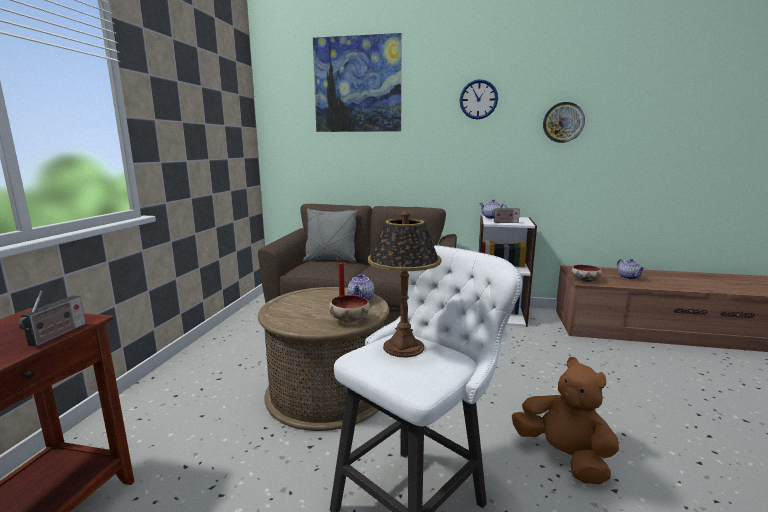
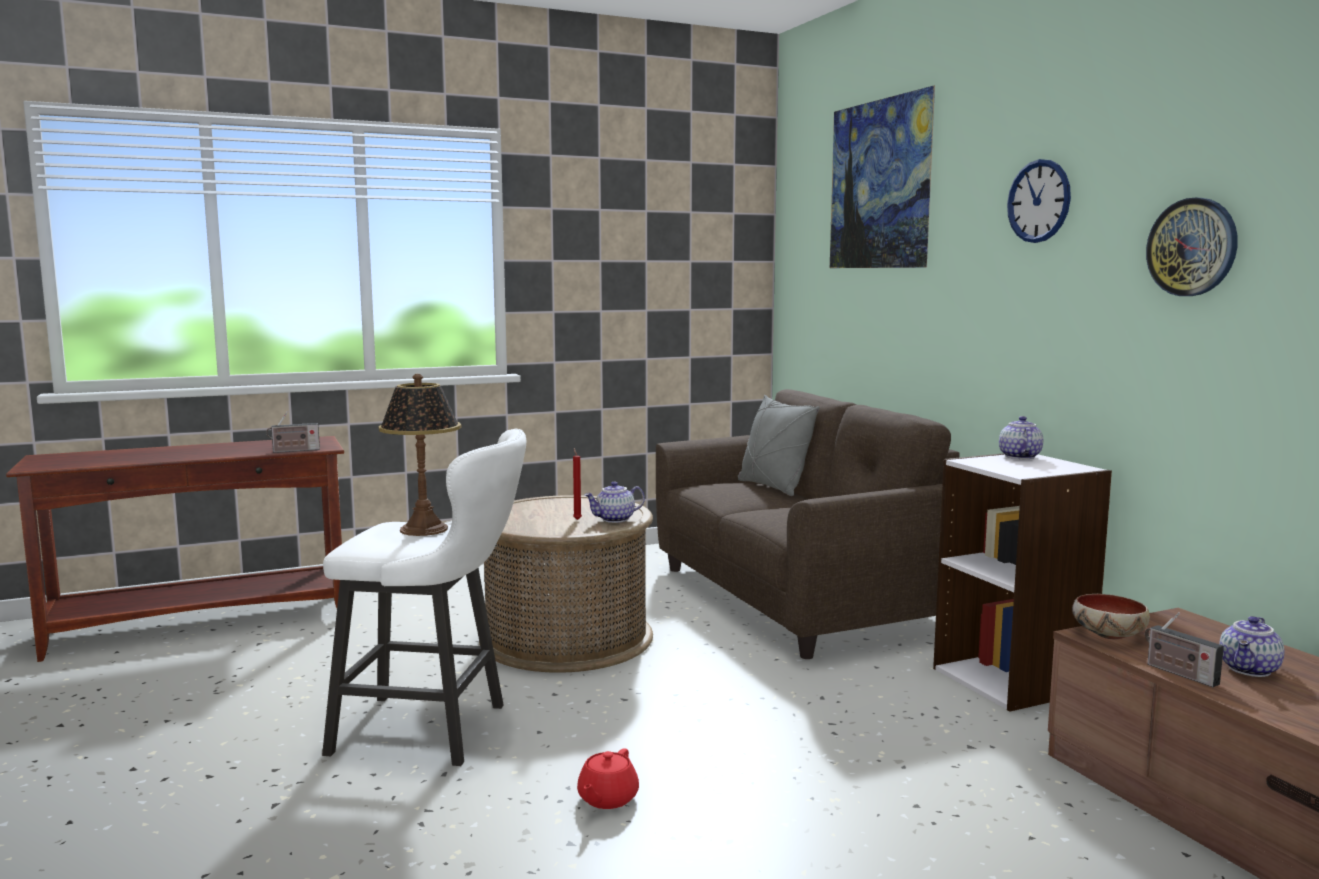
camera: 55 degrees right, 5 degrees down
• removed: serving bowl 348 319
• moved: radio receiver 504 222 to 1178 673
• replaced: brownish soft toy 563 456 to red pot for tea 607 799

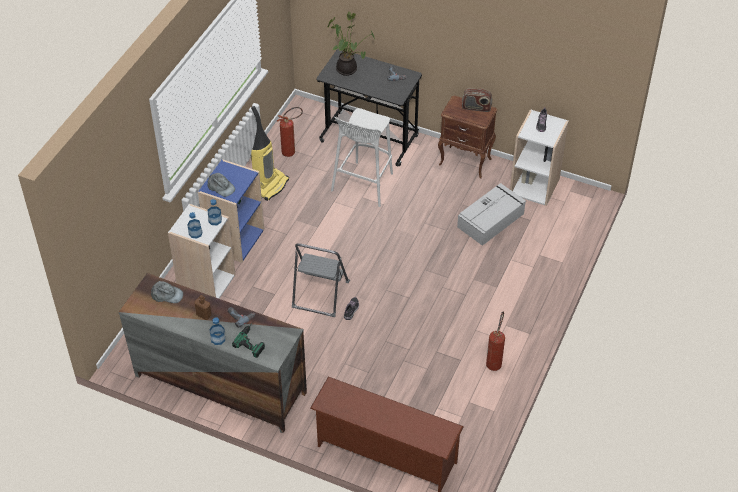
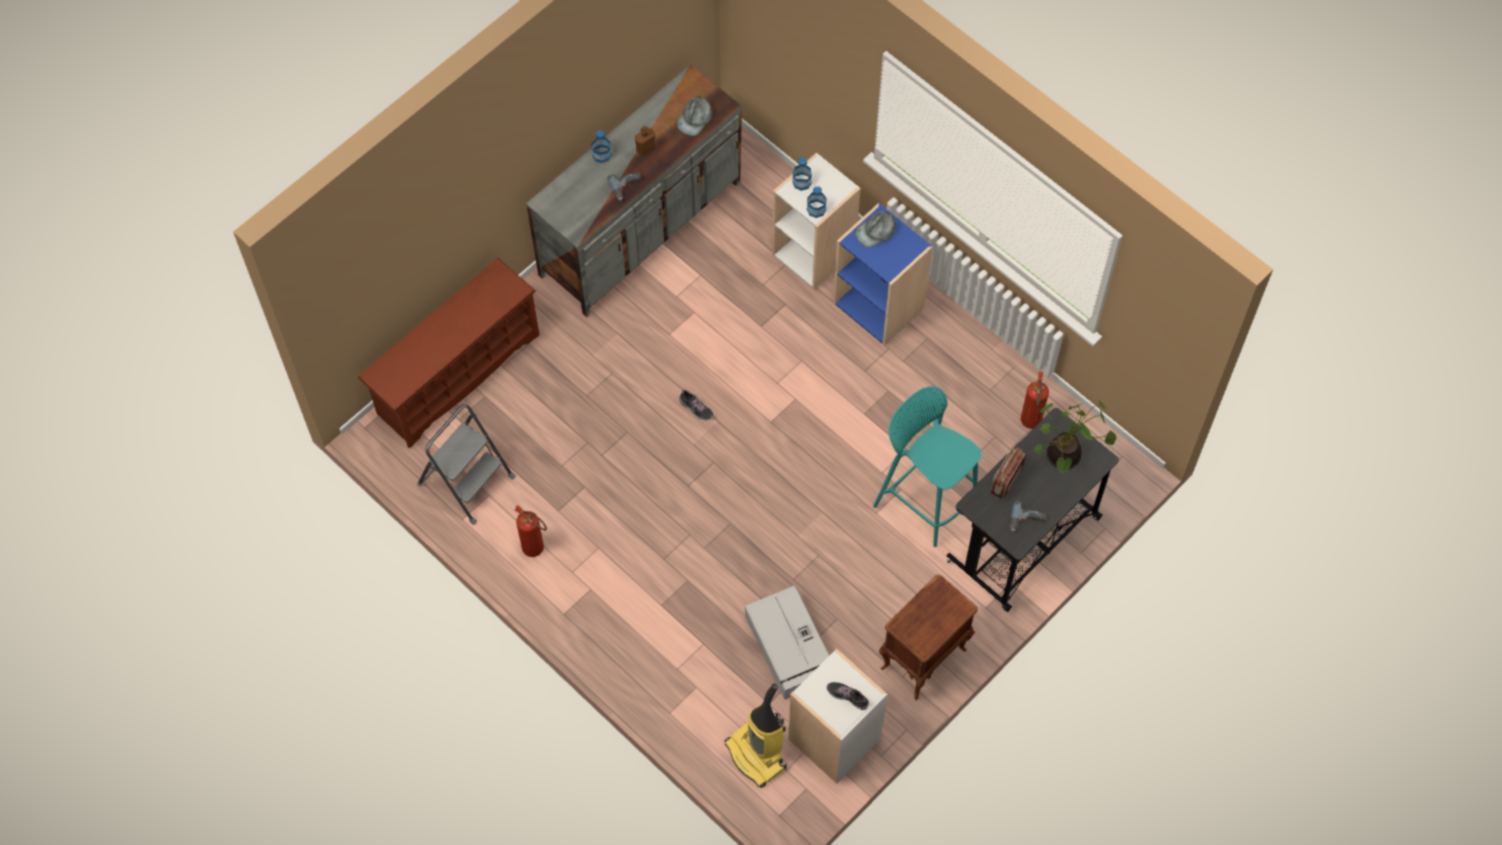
camera: 110 degrees right, 15 degrees up
• removed: drill 253 340
• moved: vacuum cleaner 270 185 to 757 755
• moved: grey step ladder 319 295 to 463 478
• moved: radio receiver 476 107 to 1006 479
• recoloured: white stool 364 184 to turquoise-coloured stool 926 500

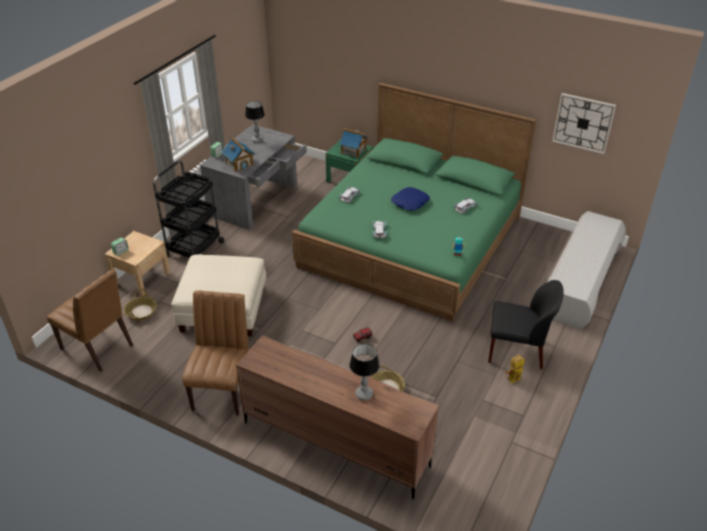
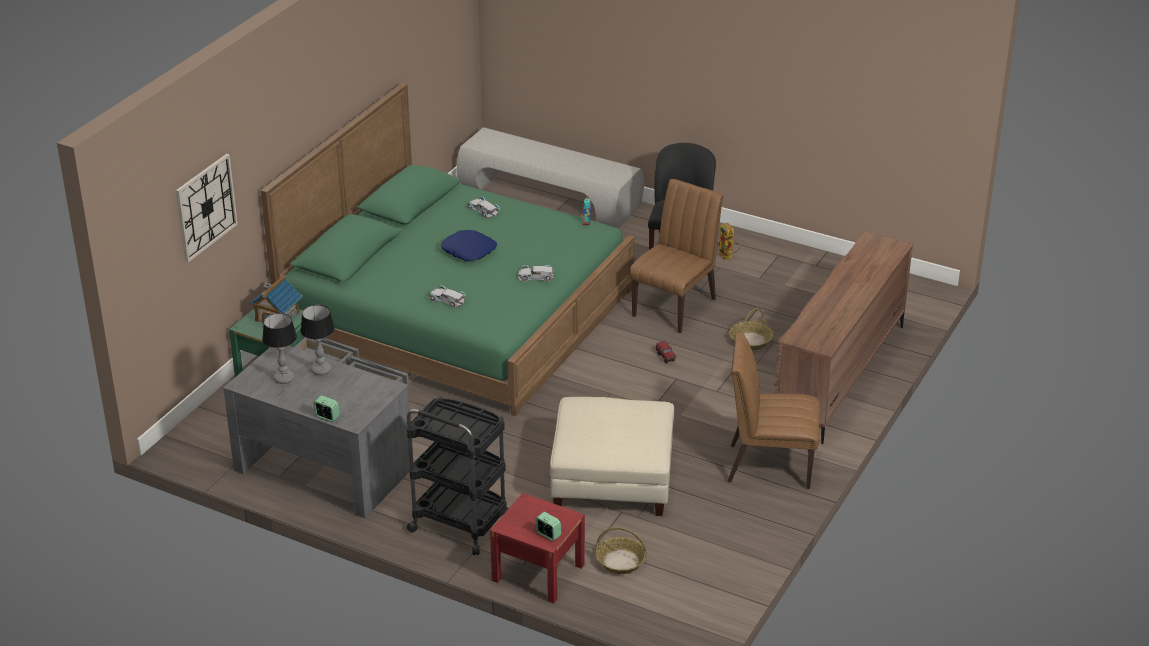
camera: 90 degrees left, 5 degrees down
• removed: toy house 239 164
• moved: brownish chair 96 347 to 674 308
• moved: tabletop lamp 363 394 to 321 370
• moved: hanging clock 583 123 to 206 207
• recoloured: beige-coloured nightstand 141 278 to red nightstand 538 572

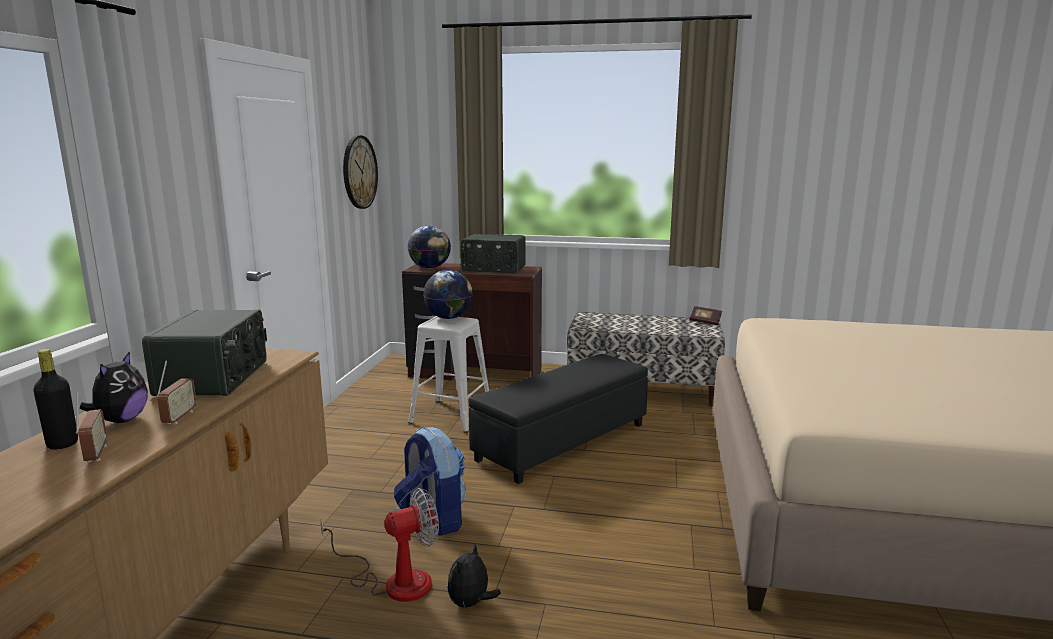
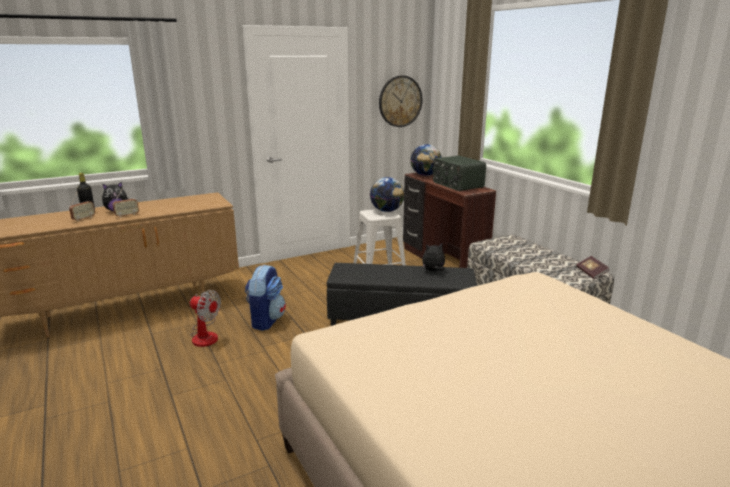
camera: 50 degrees right, 5 degrees up
• removed: radio receiver 215 378
• moved: soft toy 471 603 to 433 271

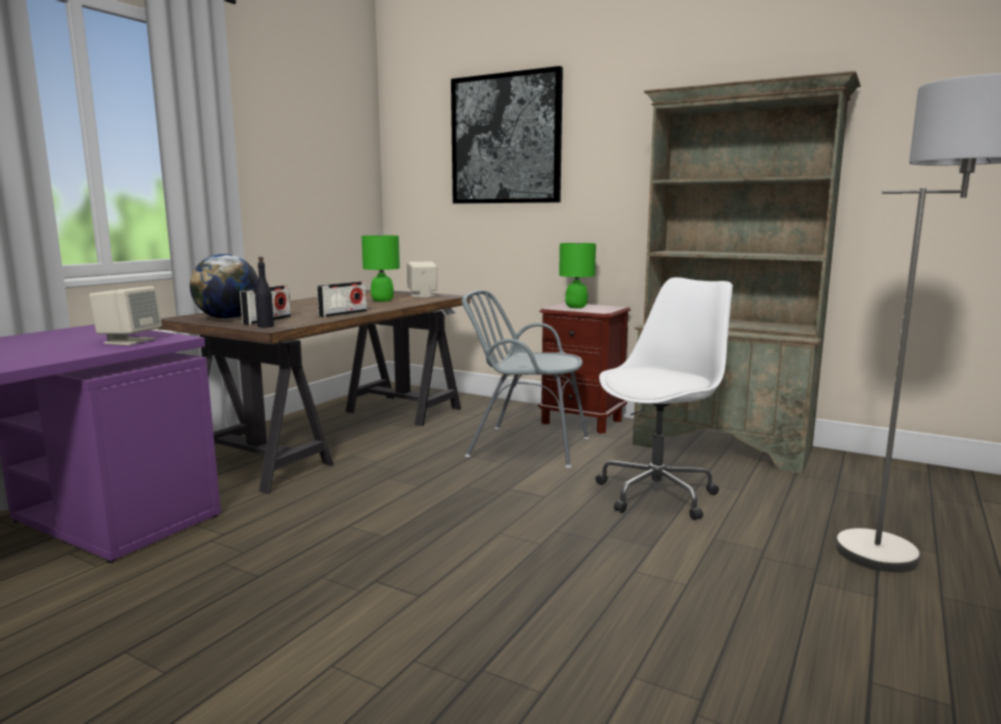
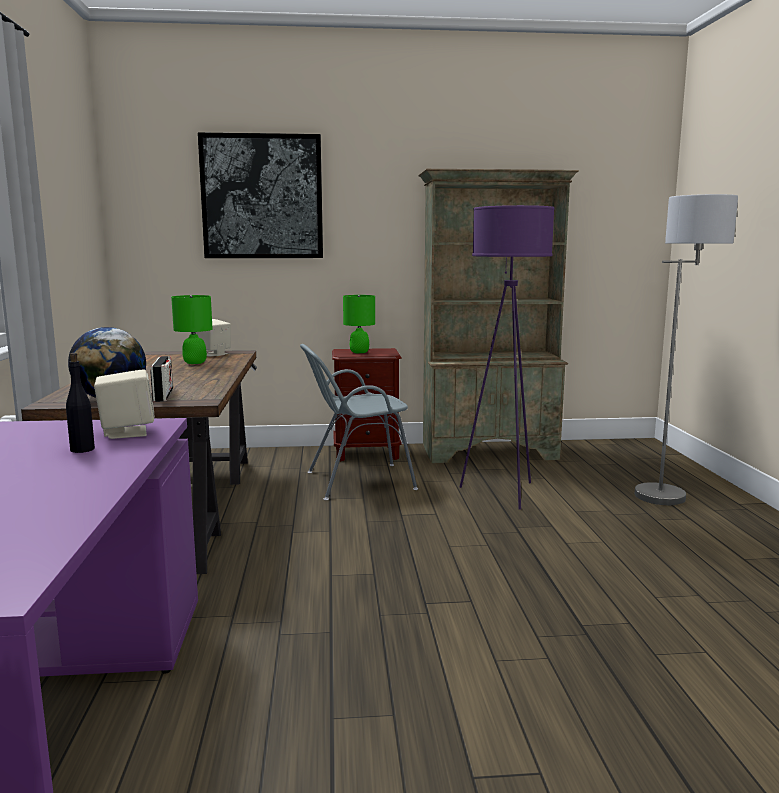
camera: 35 degrees left, 0 degrees up
• removed: radio receiver 343 314
• moved: black bottle 266 326 to 82 449
• replaced: white computer chair 658 494 to purplish standard lamp 503 493

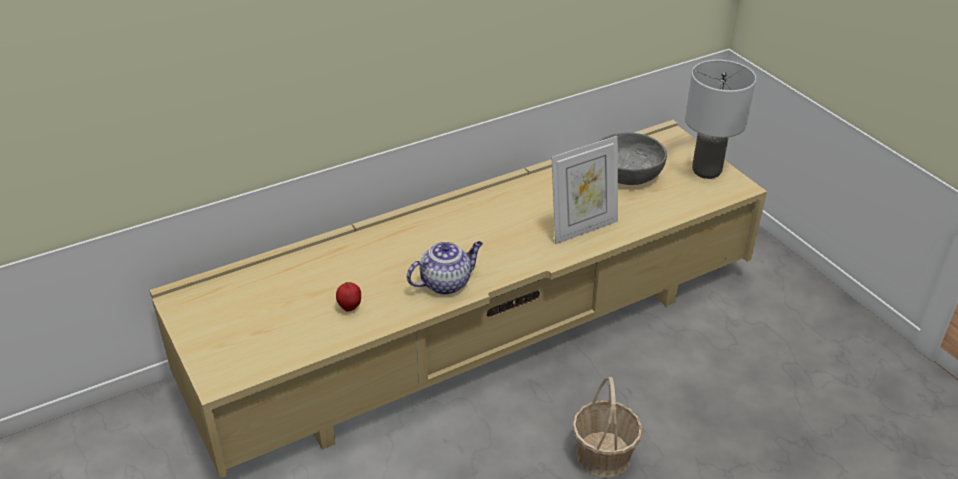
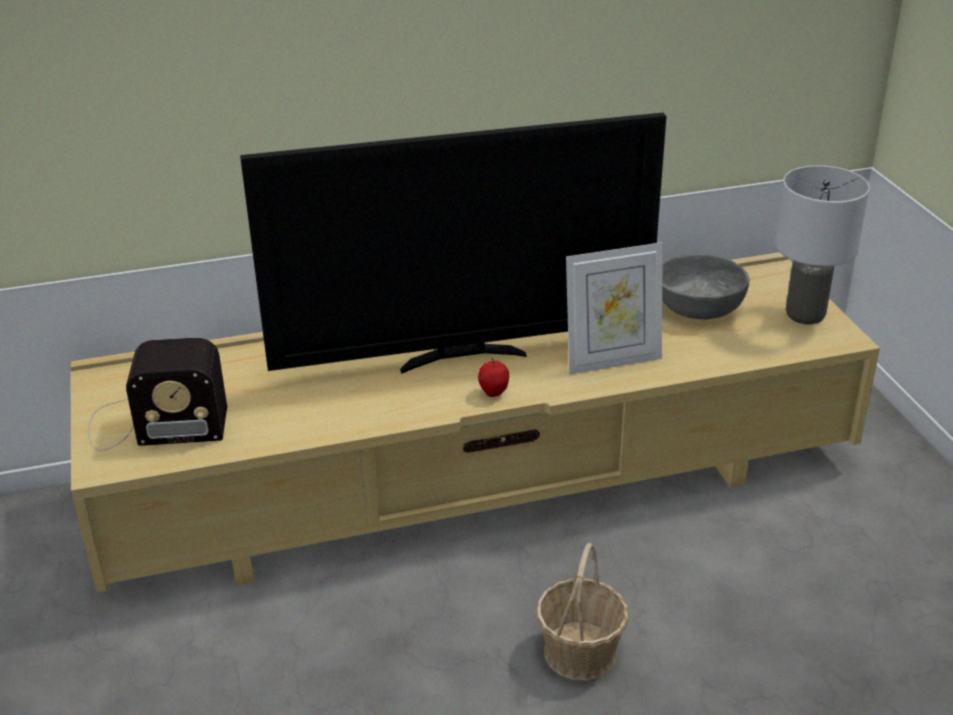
camera: 15 degrees right, 5 degrees down
• removed: pot for tea 446 282
• added: radio receiver 152 424
• added: TV 462 356
• moved: whole apple 349 308 to 493 394

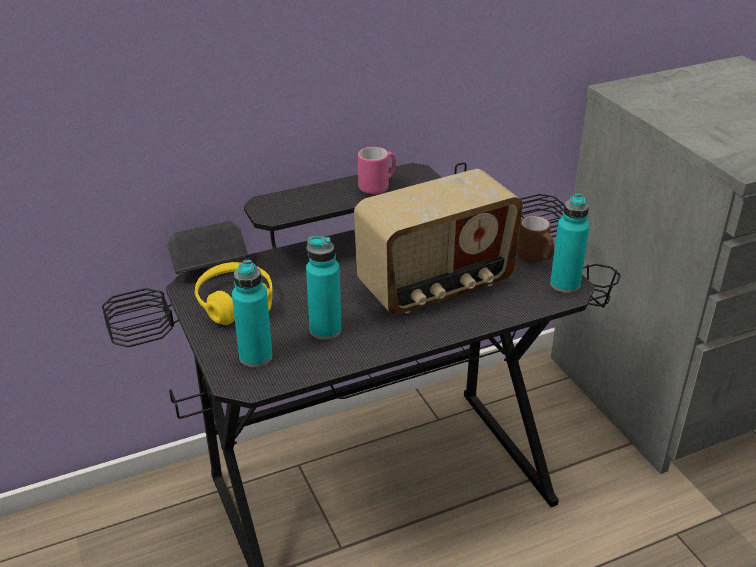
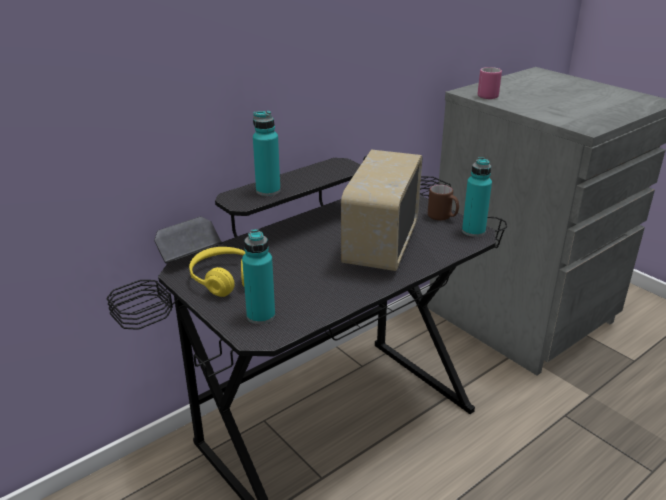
camera: 15 degrees left, 5 degrees down
• moved: turquoise-coloured bottle 325 330 to 268 191
• moved: pink coffee mug 378 186 to 489 95
• turned: radio receiver 436 286 = 379 245 150 degrees clockwise

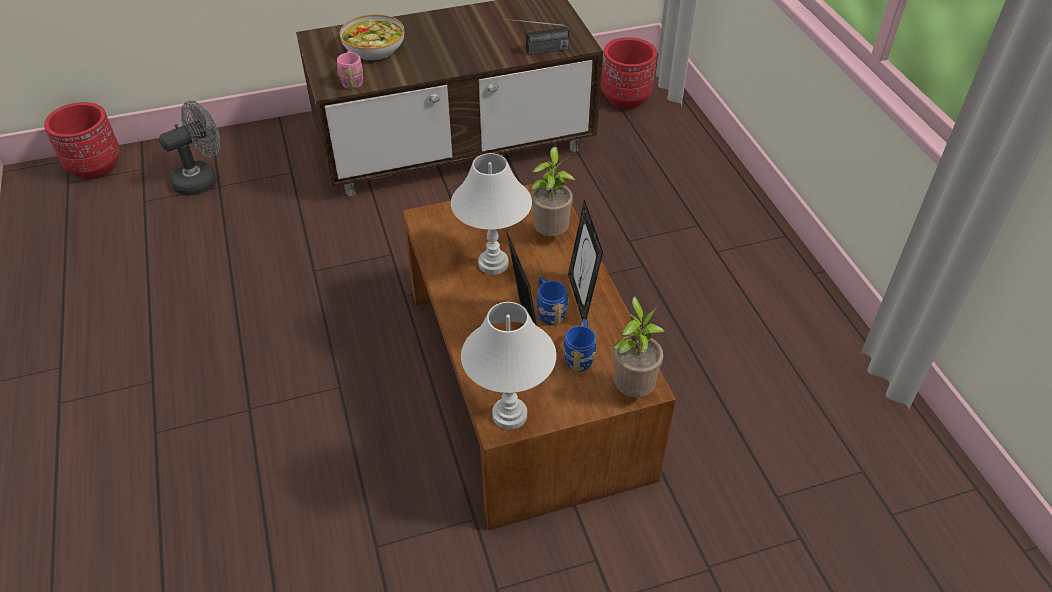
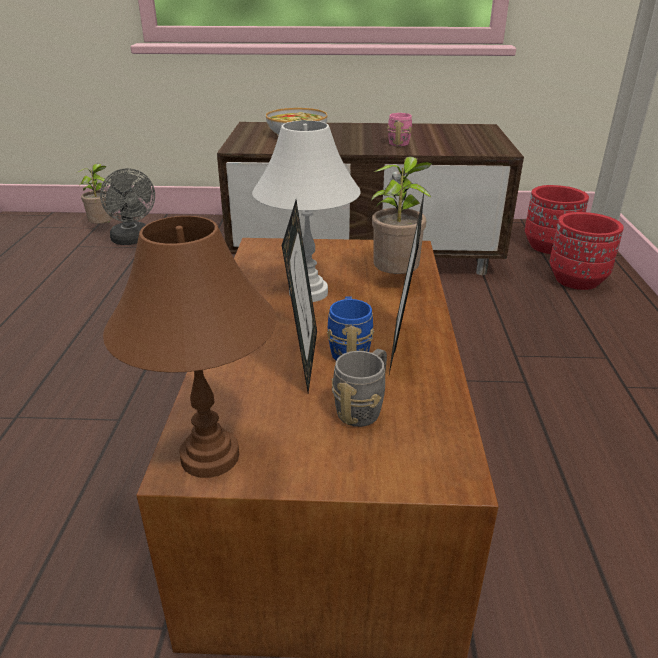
camera: 20 degrees right, 15 degrees down
• removed: radio receiver 536 52
• moved: red planter 95 167 to 576 280
• moved: pink coffee mug 352 80 to 399 142
• moved: potted plant 633 389 to 103 228
• recoloured: white tabletop lamp 509 414 to brownish tabletop lamp 210 455
• recoloured: blue coffee mug 580 356 to grey coffee mug 363 407
• turned: grey cooling fan 202 179 = 133 240 75 degrees clockwise

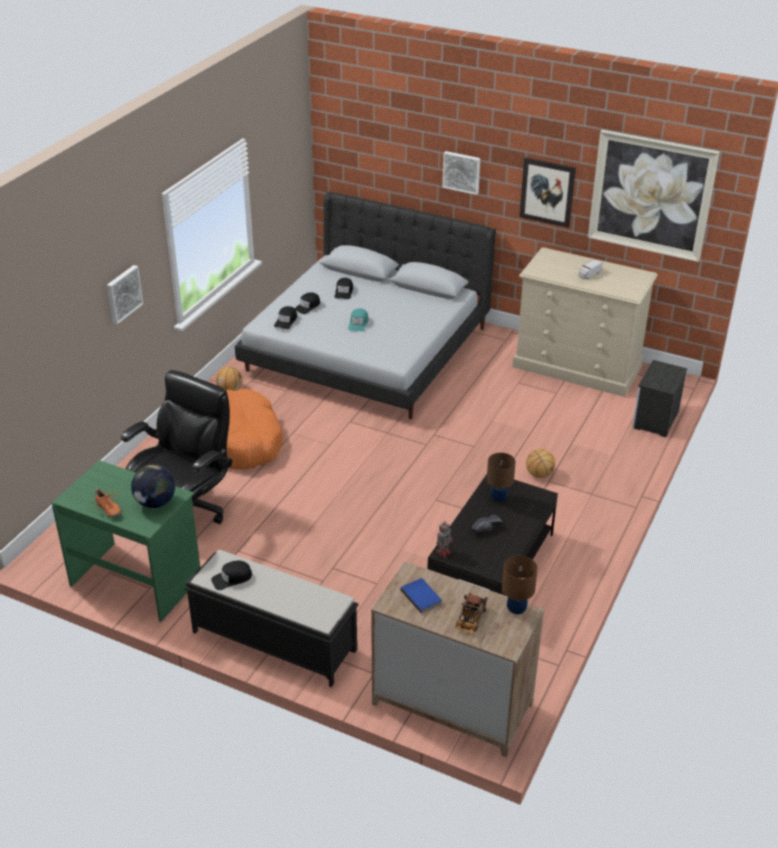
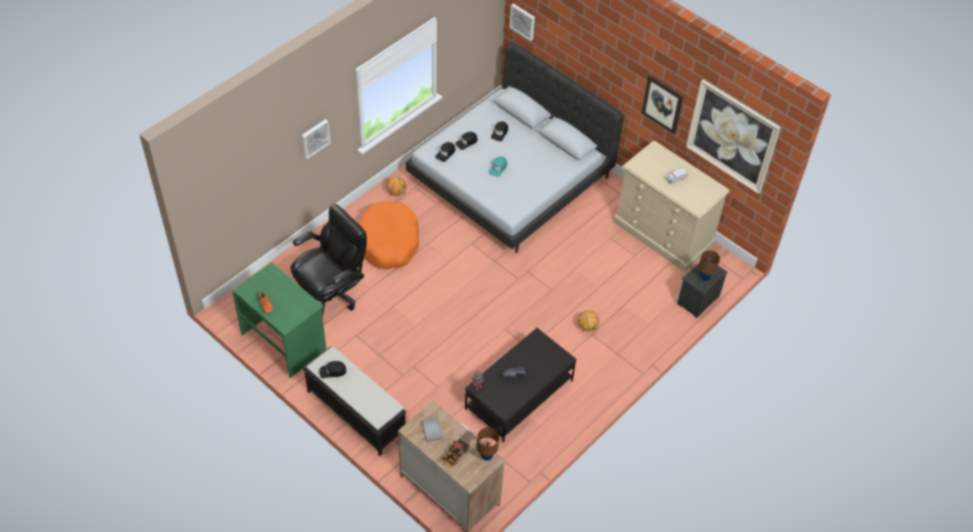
camera: 15 degrees right, 15 degrees up
• removed: globe 155 502
• moved: wall art 462 172 to 523 21
• moved: brownish tabletop lamp 499 499 to 705 278
• recoloured: blue volume 422 596 to grey volume 433 430

